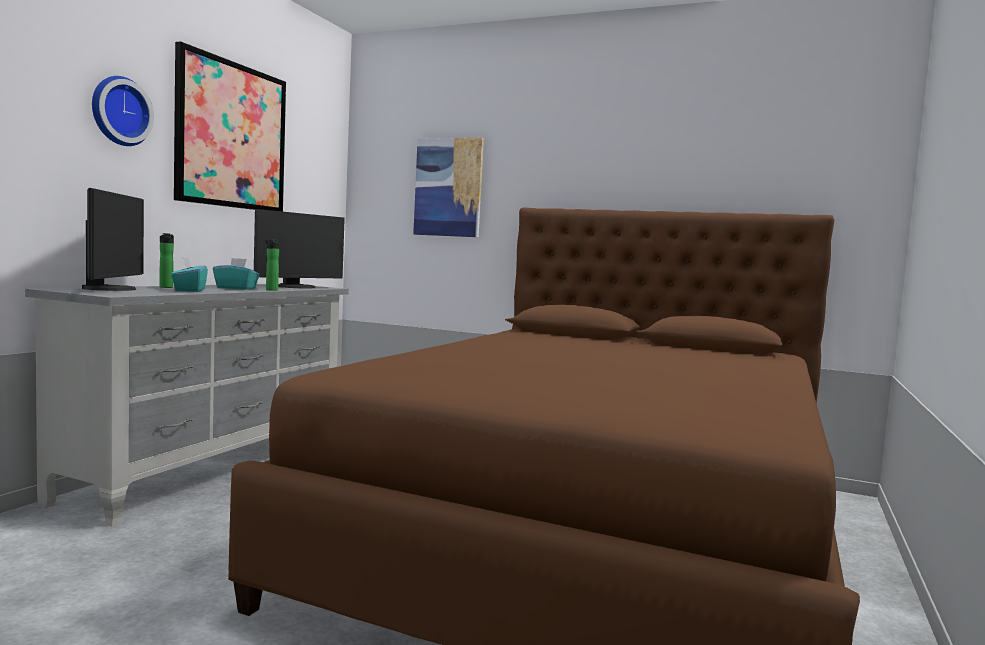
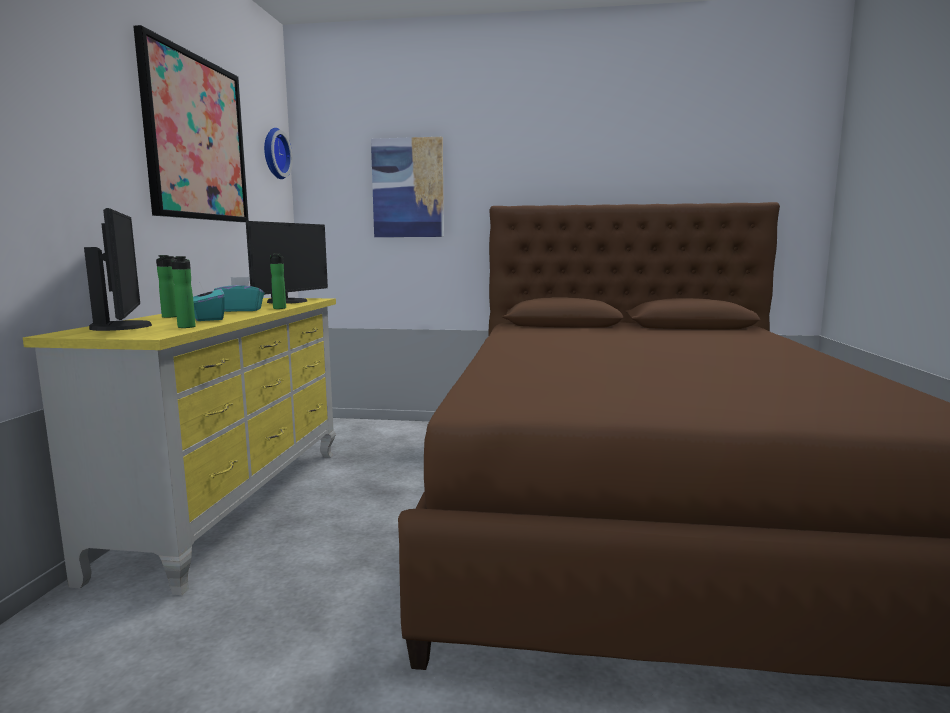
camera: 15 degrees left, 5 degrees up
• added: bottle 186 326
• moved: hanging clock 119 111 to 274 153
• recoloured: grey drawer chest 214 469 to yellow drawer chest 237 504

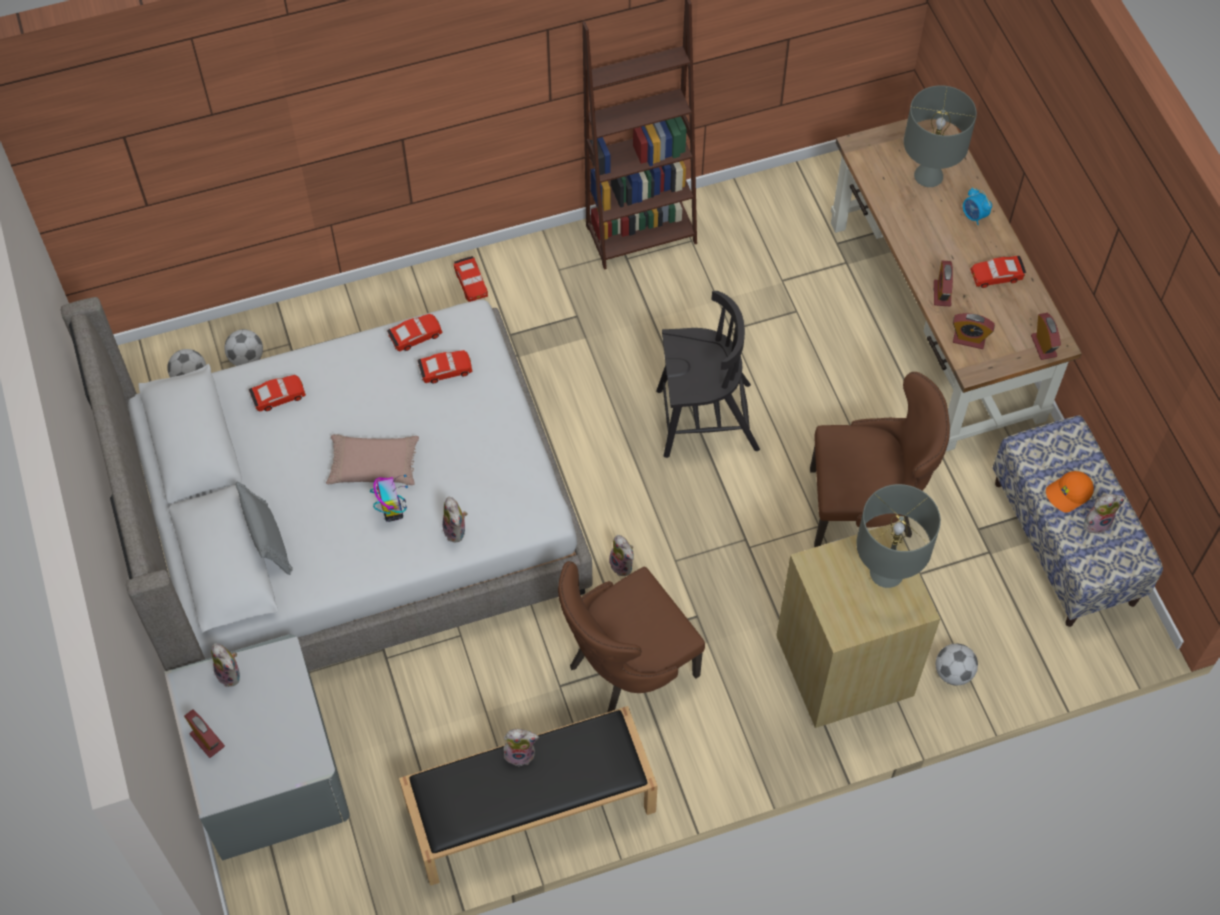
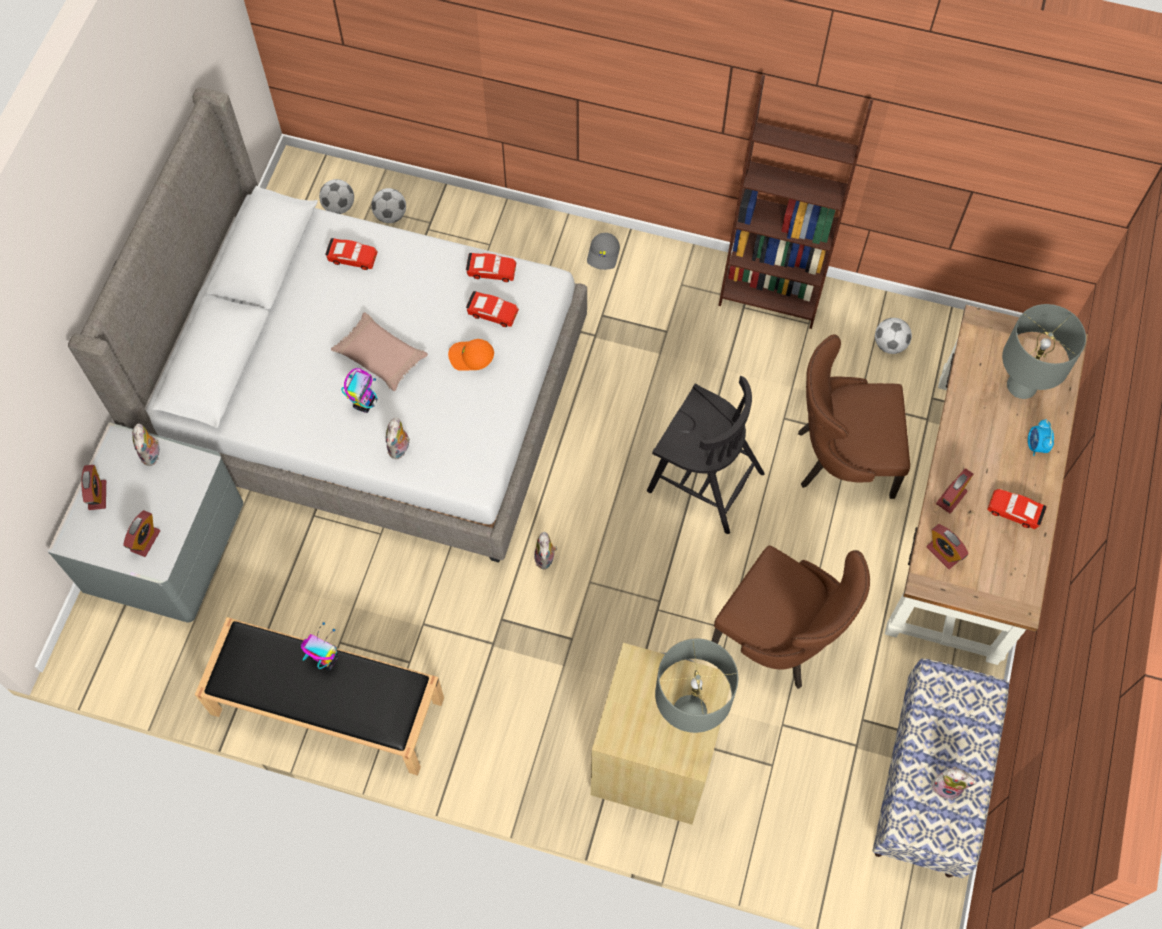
camera: 35 degrees right, 5 degrees up
• removed: grey throw pillow 268 541
• moved: brownish chair 626 668 to 840 459
• moved: football 953 673 to 889 344
• moved: bedside clock 1043 346 to 145 541
• moved: orange baseball cap 1068 494 to 471 357
• replaced: red miniature car 471 283 to grey baseball cap 604 255
• replaced: soft toy 520 753 to model robot 325 659

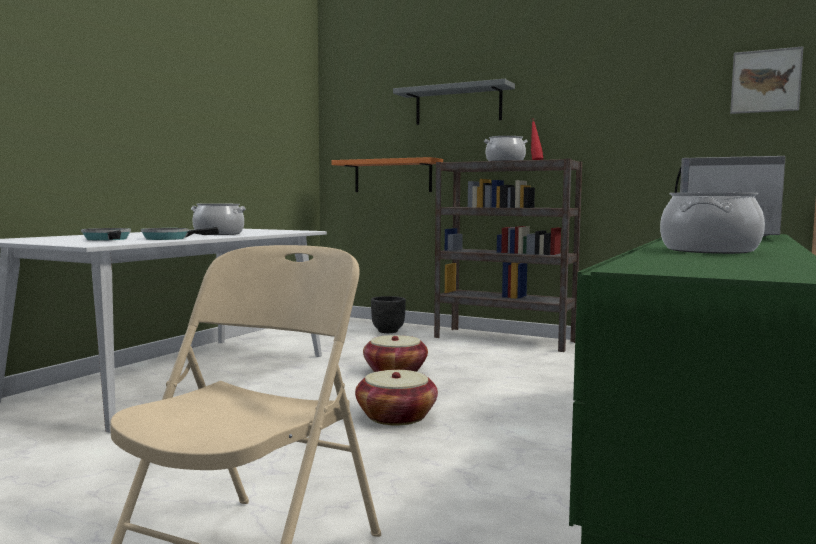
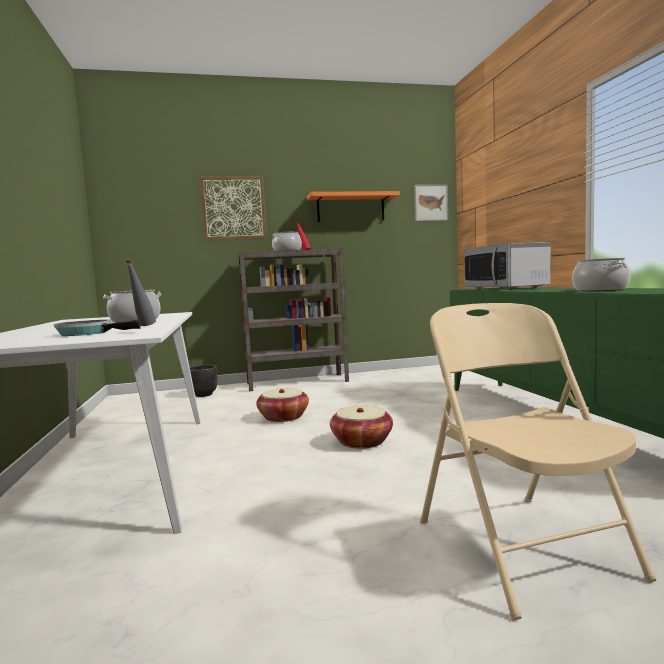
camera: 40 degrees left, 0 degrees up
• moved: orange wall shelf 392 176 to 350 208
• replaced: pan 169 238 to grey bottle 143 326
• replaced: grey wall shelf 458 105 to wall art 233 207

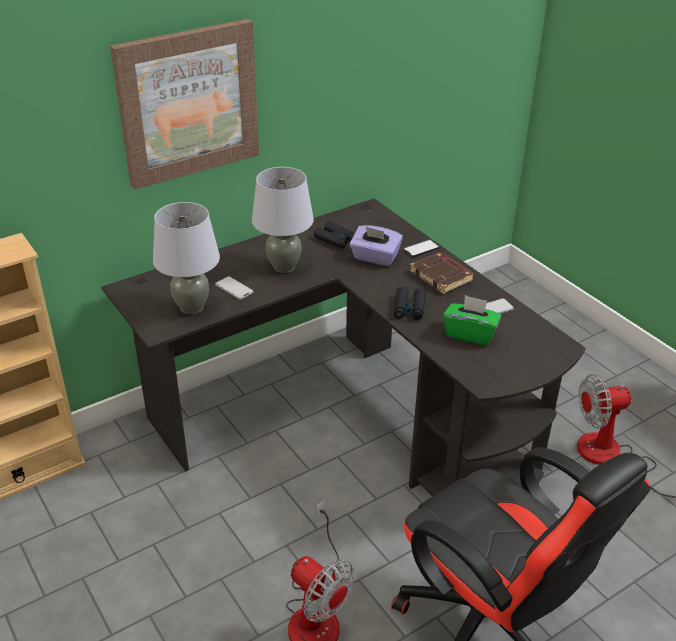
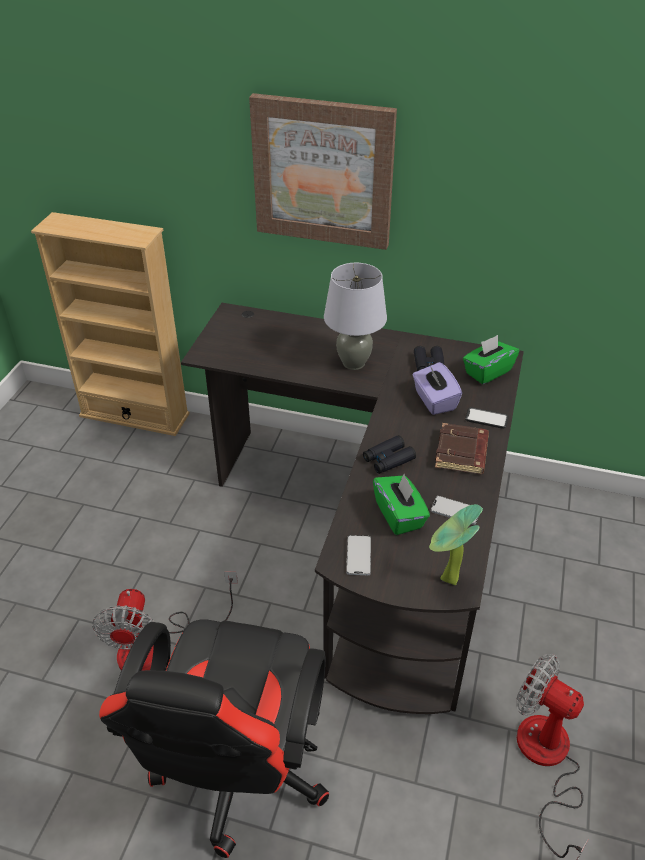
camera: 50 degrees right, 5 degrees up
• removed: grey tabletop lamp 191 307
• added: potted plant 446 581
• added: greenish tissue holder 487 372
• moved: handset 234 288 to 358 556

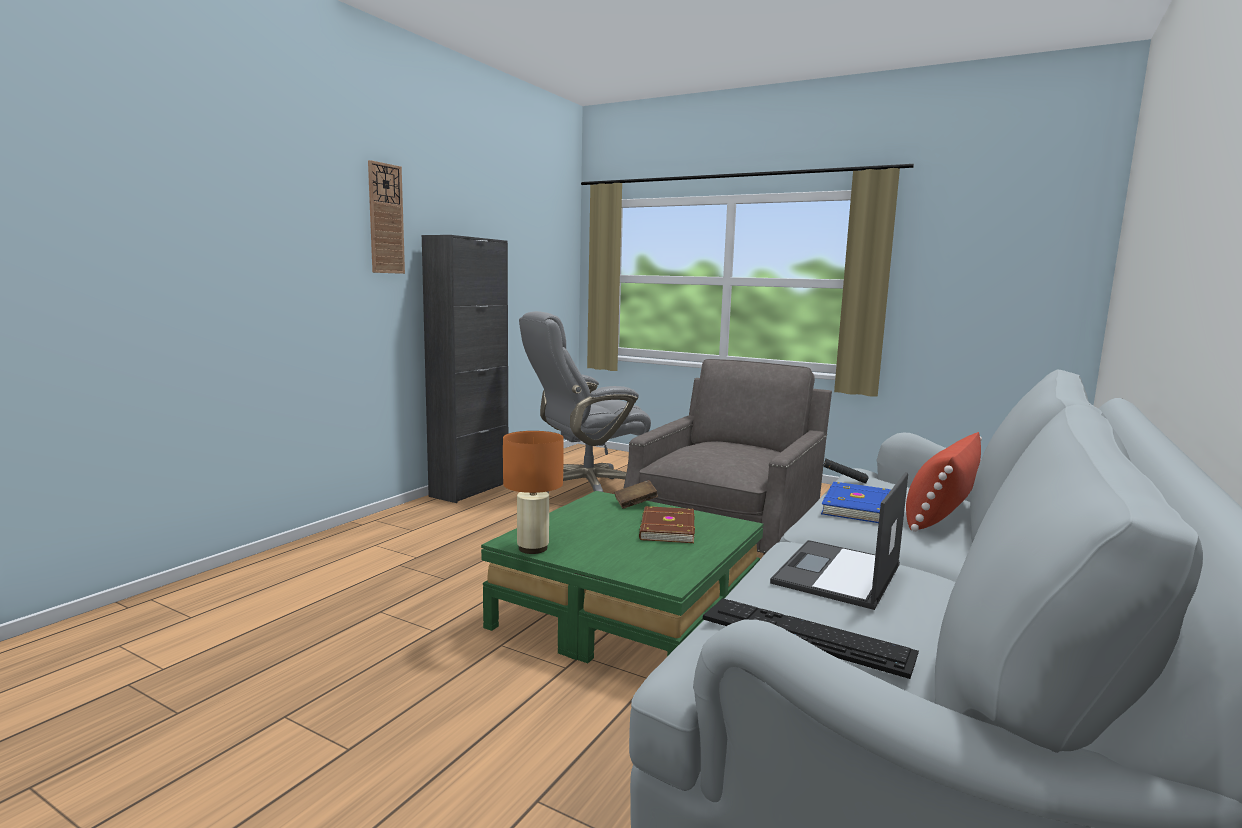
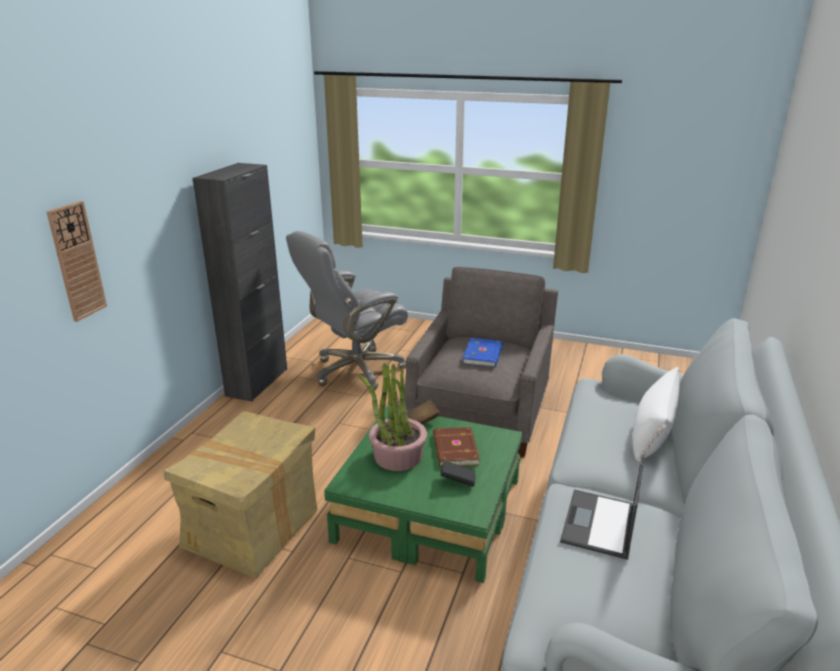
camera: 10 degrees left, 15 degrees up
• removed: orange tabletop lamp 532 548
• removed: keyboard 806 635
• added: carton 252 529
• added: potted plant 397 456
• moved: hanging clock 385 219 to 77 261
• moved: blue volume 859 507 to 483 355
• moved: black volume 843 482 to 457 481
• recoloured: red throw pillow 940 511 to white throw pillow 652 432

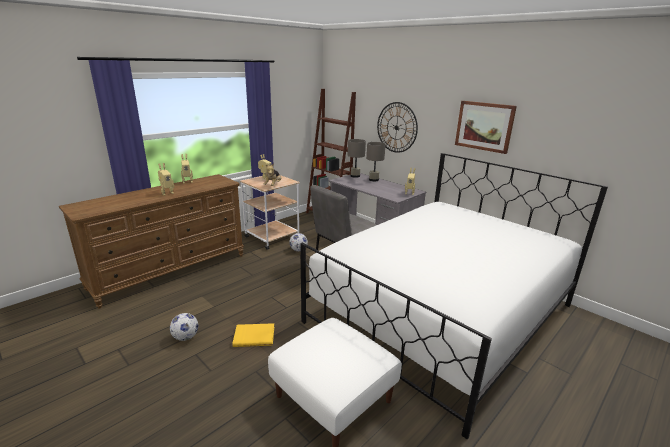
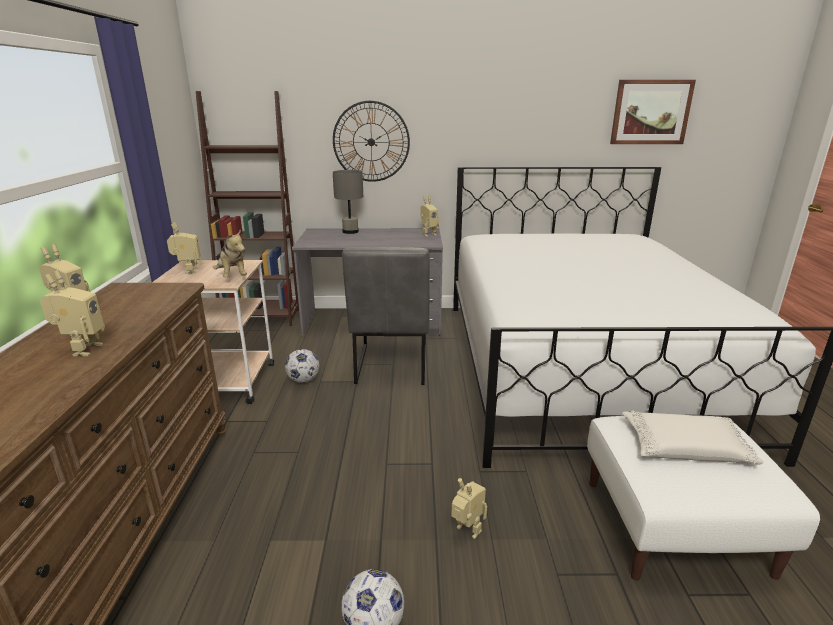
camera: 45 degrees left, 0 degrees up
• removed: grey tabletop lamp 355 176
• added: white throw pillow 686 444
• moved: wall art 484 126 to 650 112
• replaced: yellow volume 254 336 to model robot 466 532

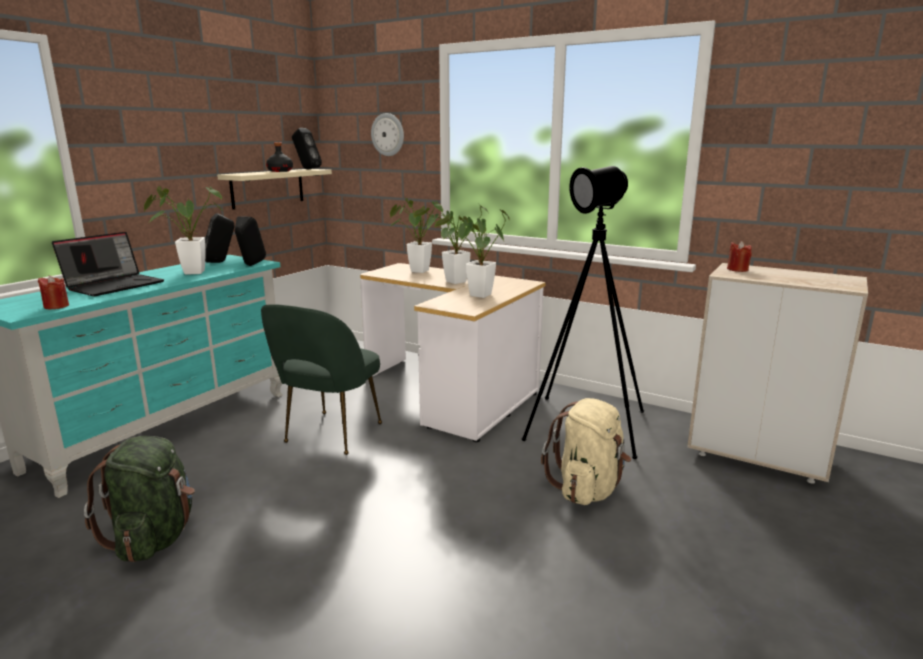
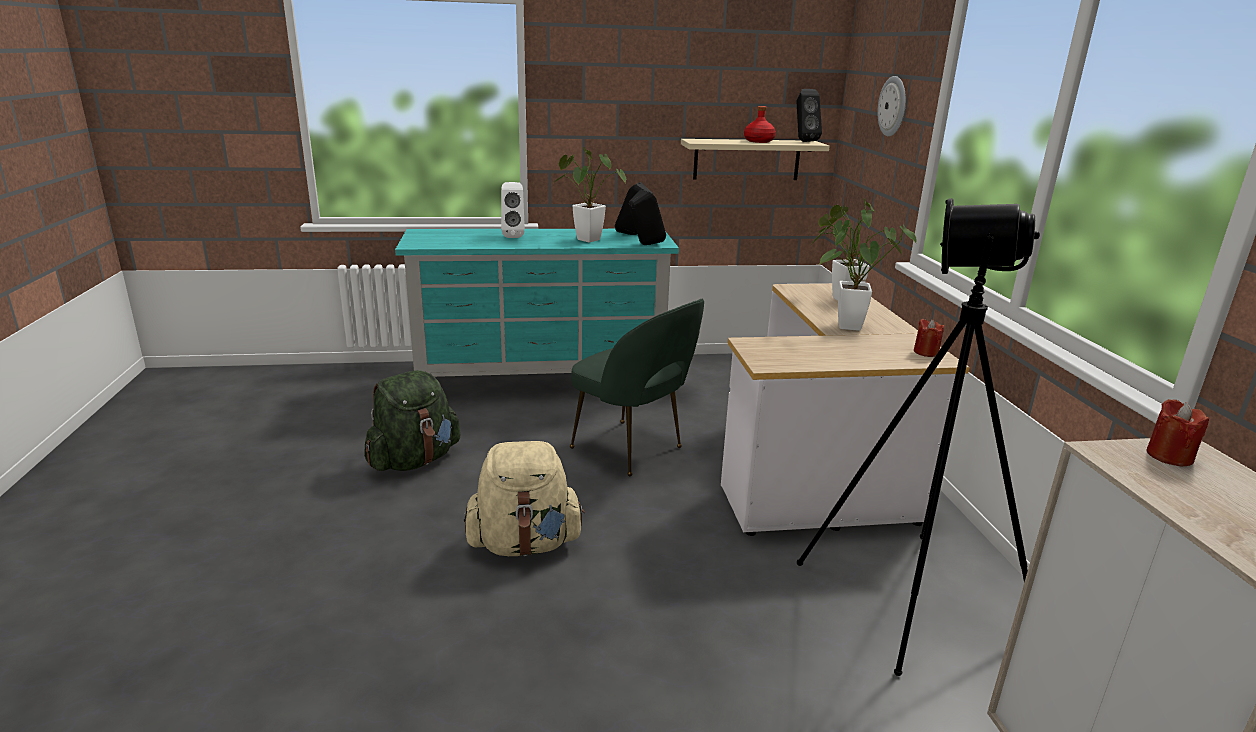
camera: 50 degrees right, 5 degrees up
• removed: potted plant 477 296
• moved: red candle 56 306 to 926 352
• moved: beige-coloured knapsack 587 489 to 525 544
• replaced: notebook computer 115 285 to white loudspeaker 513 236
• recoloured: black bottle 280 171 to red bottle 759 141
• turned: greenish chair 329 436 = 633 451 120 degrees counterclockwise

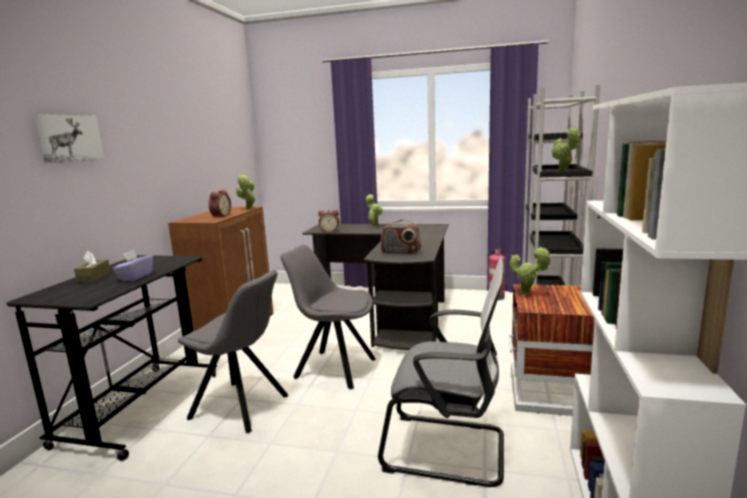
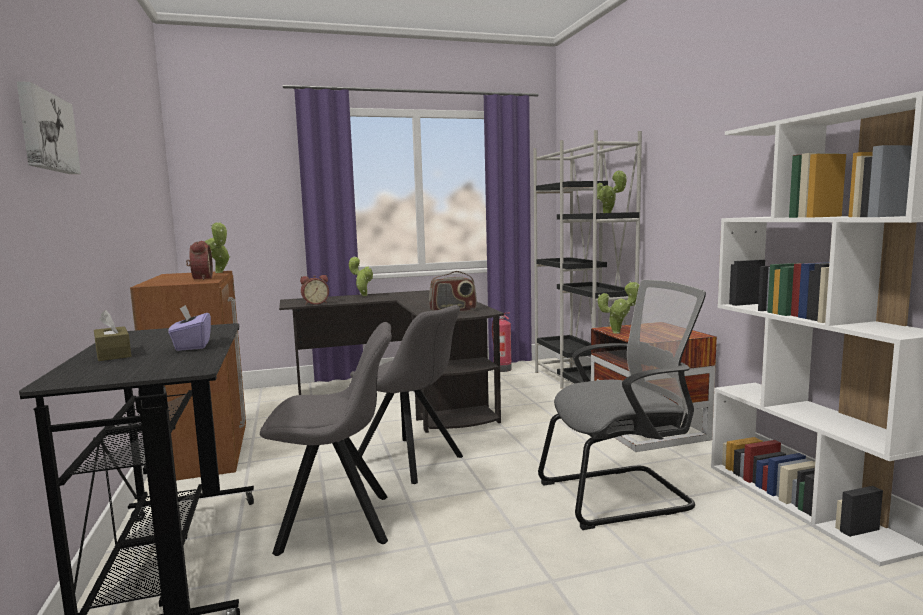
camera: 30 degrees left, 5 degrees down
• turned: grey chair 334 368 = 409 460 135 degrees counterclockwise

